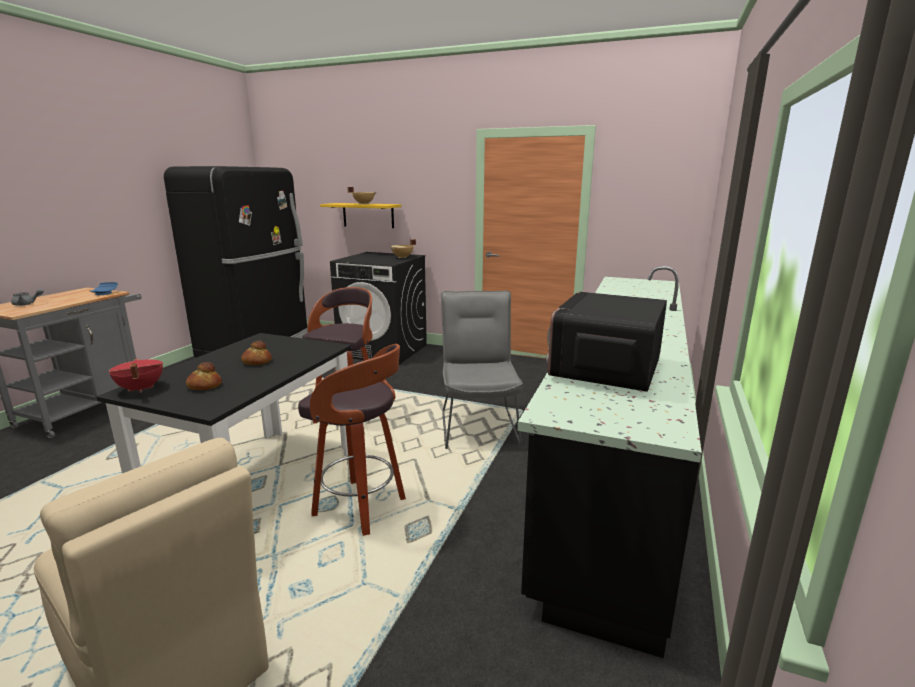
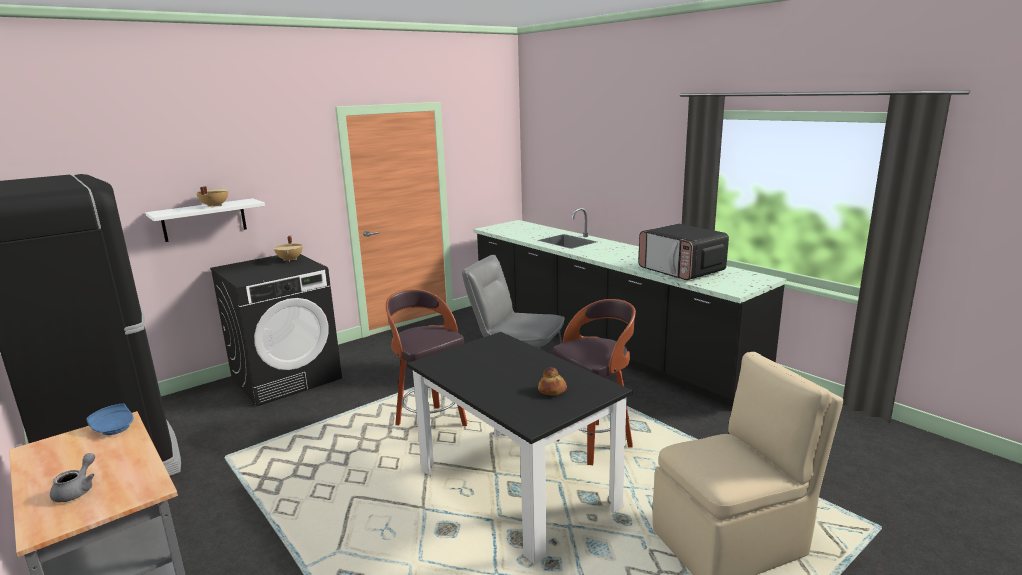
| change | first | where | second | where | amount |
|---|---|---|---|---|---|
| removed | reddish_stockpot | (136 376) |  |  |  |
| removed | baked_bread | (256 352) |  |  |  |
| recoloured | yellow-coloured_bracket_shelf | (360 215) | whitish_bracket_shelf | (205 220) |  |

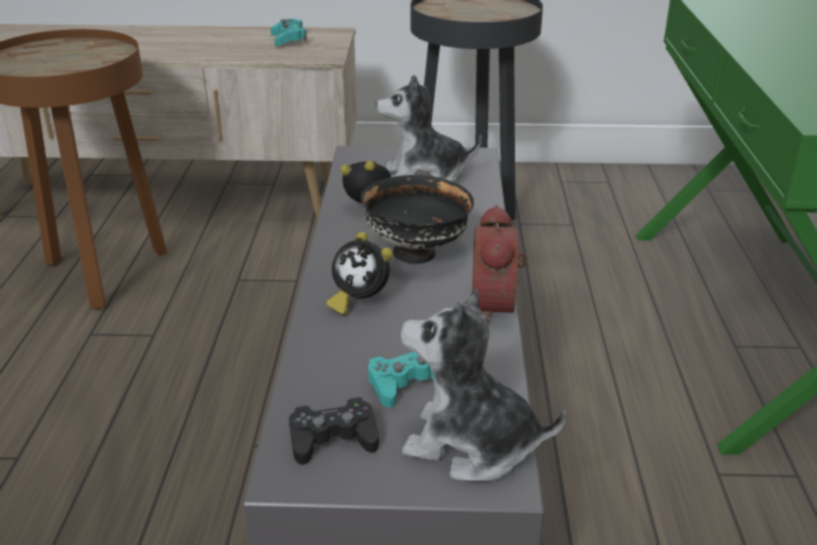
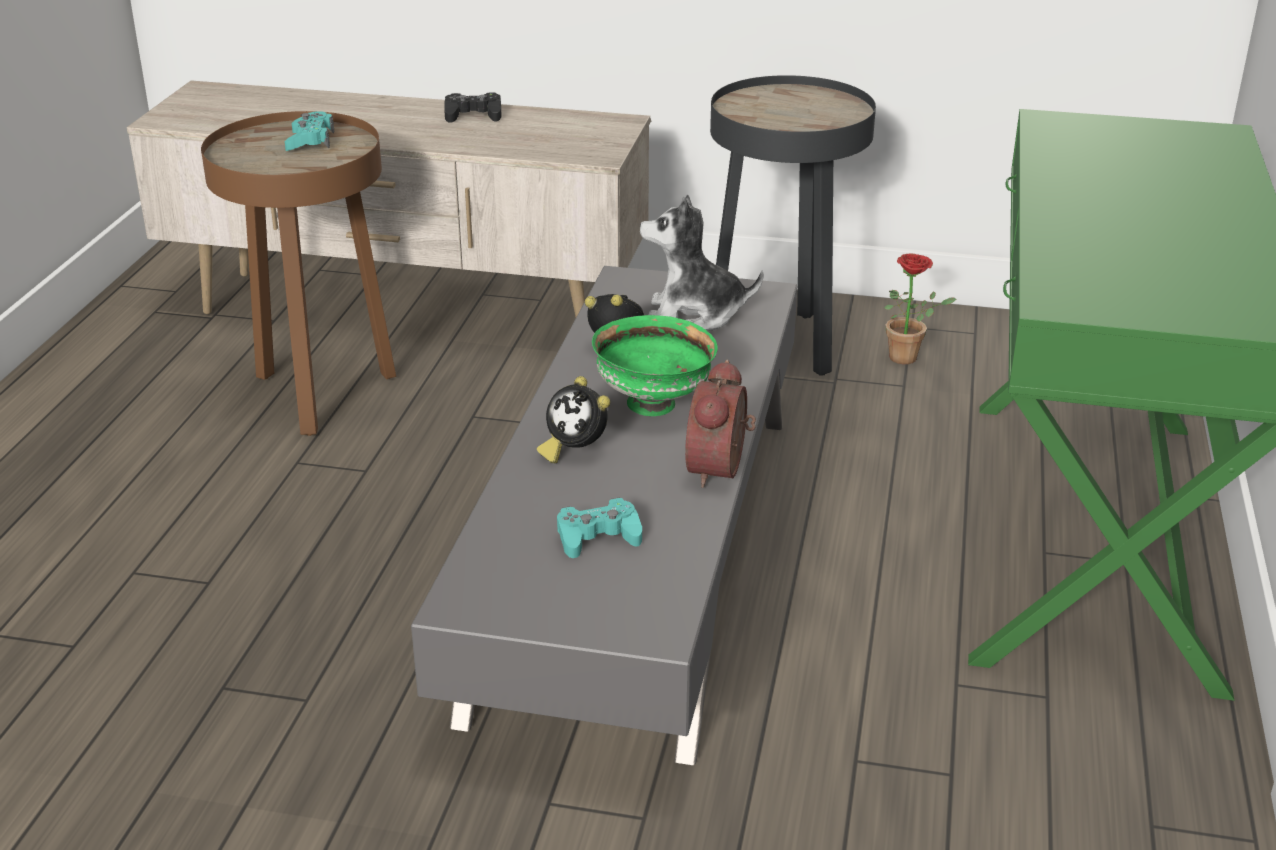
| change | first | where | second | where | amount |
|---|---|---|---|---|---|
| removed | soft_toy | (484 384) |  |  |  |
| added |  |  | plant_in_a_pot | (920 308) |  |
| moved | turquoise-coloured_joypad | (289 33) |  | (309 131) |  |
| moved | black-coloured_joypad | (334 431) |  | (473 108) |  |
| recoloured | black-coloured_serving_bowl | (417 219) | greenish_serving_bowl | (655 365) |  |

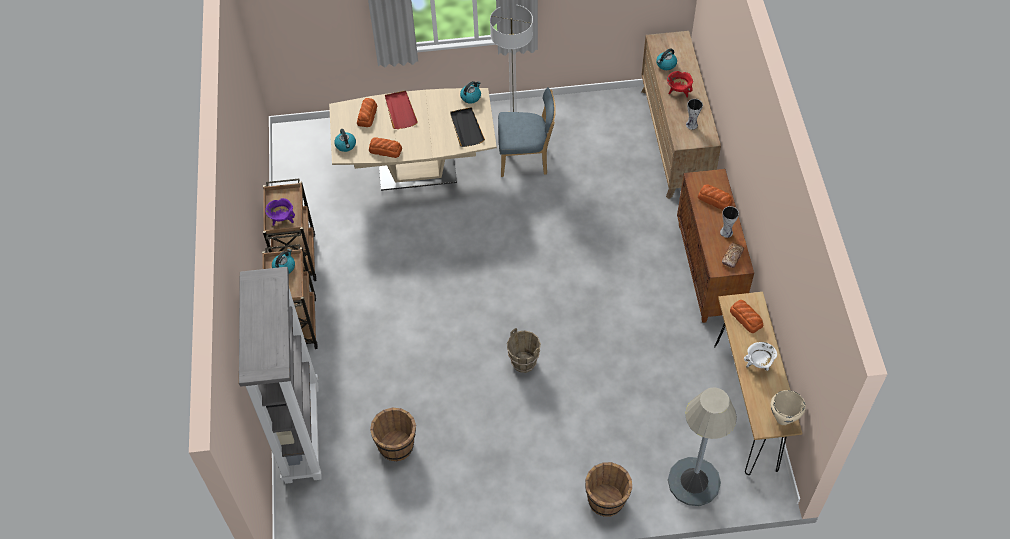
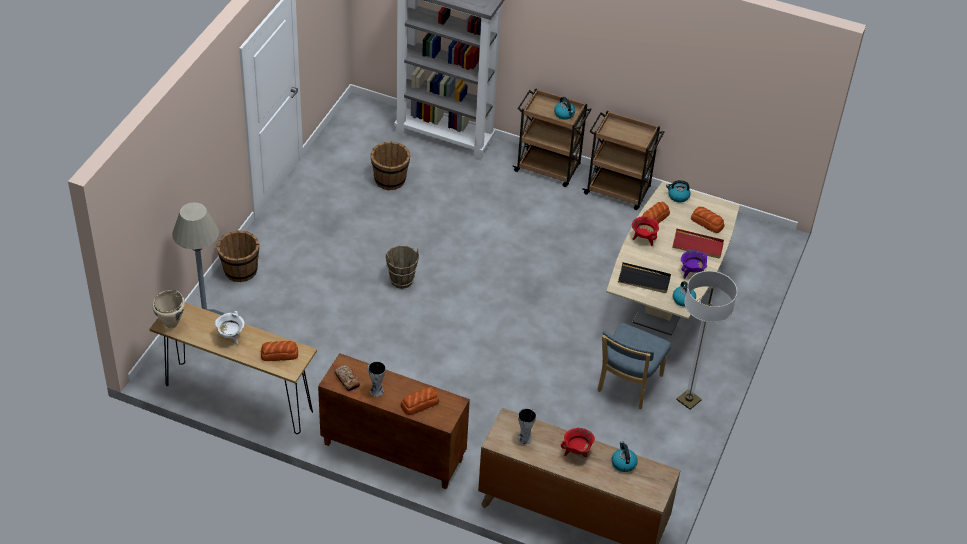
| change | first | where | second | where | amount |
|---|---|---|---|---|---|
| added |  |  | reddish_stockpot | (645 231) |  |
| moved | purple-coloured_stockpot | (280 212) |  | (694 264) |  |

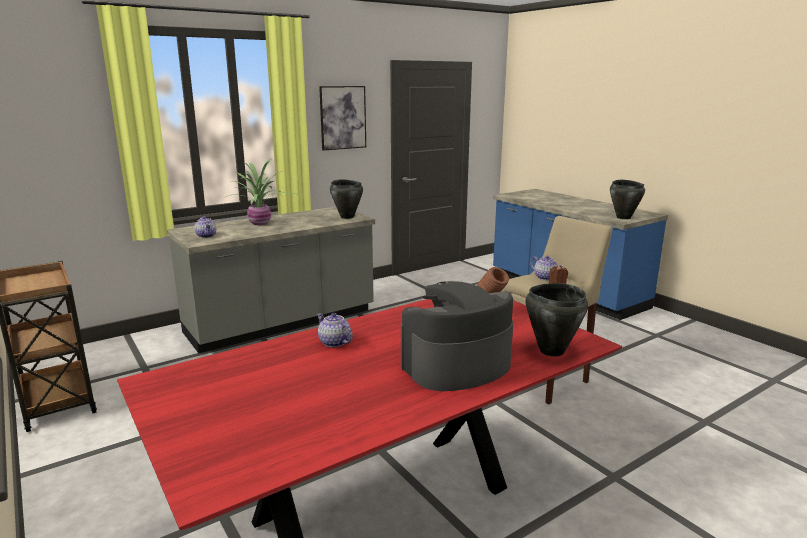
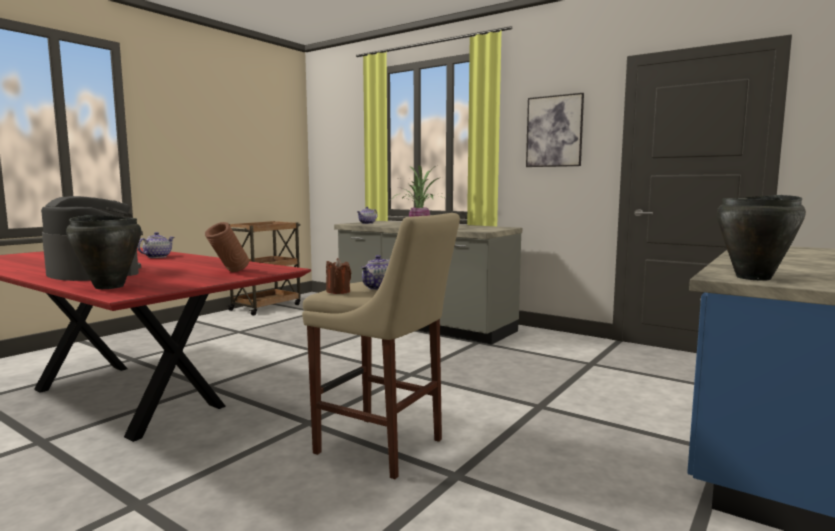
| change | first | where | second | where | amount |
|---|---|---|---|---|---|
| removed | black-coloured_stockpot | (346 199) |  |  |  |

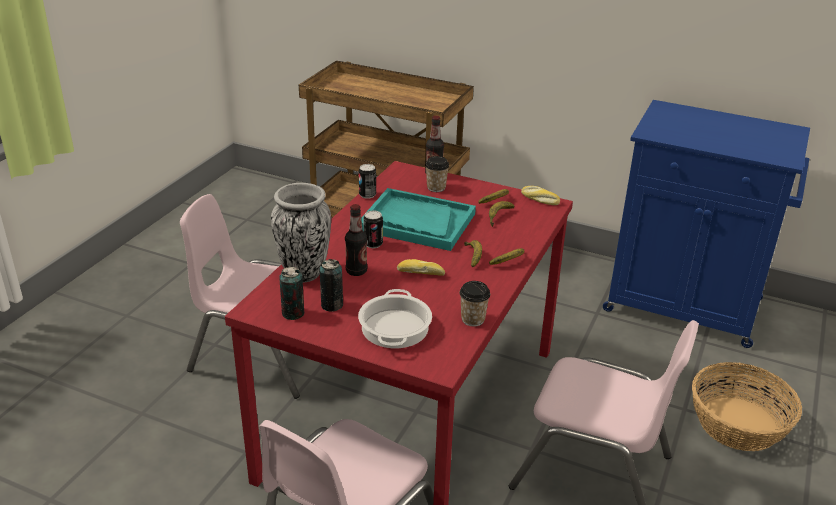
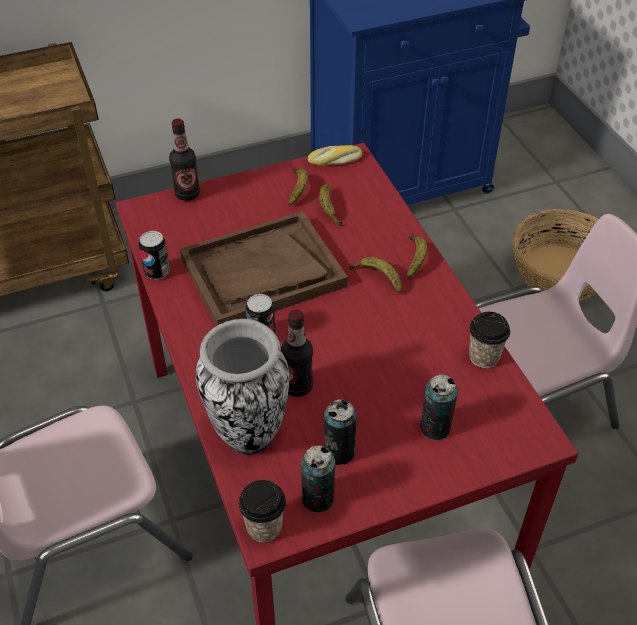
| change | first | where | second | where | amount |
|---|---|---|---|---|---|
| removed | baked_bread | (421 267) |  |  |  |
| moved | drinking_cup | (437 174) |  | (262 511) |  |
| replaced | stockpot | (395 318) | sealed_can | (439 407) |  |
| recoloured | turquoise-coloured_carrying_tray | (418 219) | brownish_carrying_tray | (264 268) |  |

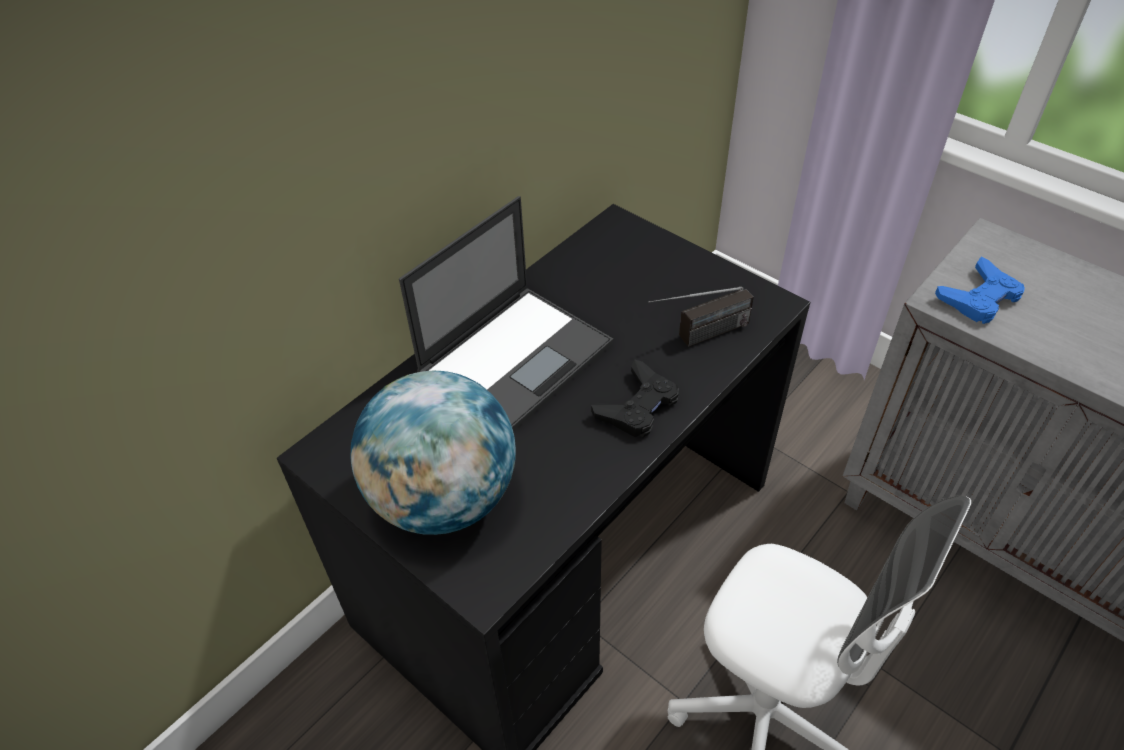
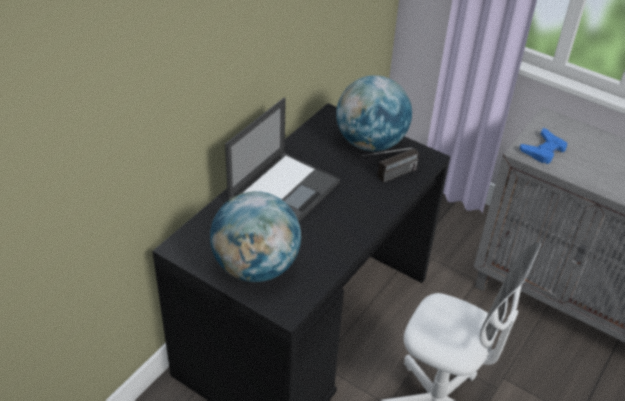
| change | first | where | second | where | amount |
|---|---|---|---|---|---|
| removed | black-coloured_joypad | (635 398) |  |  |  |
| added |  |  | globe | (374 113) |  |

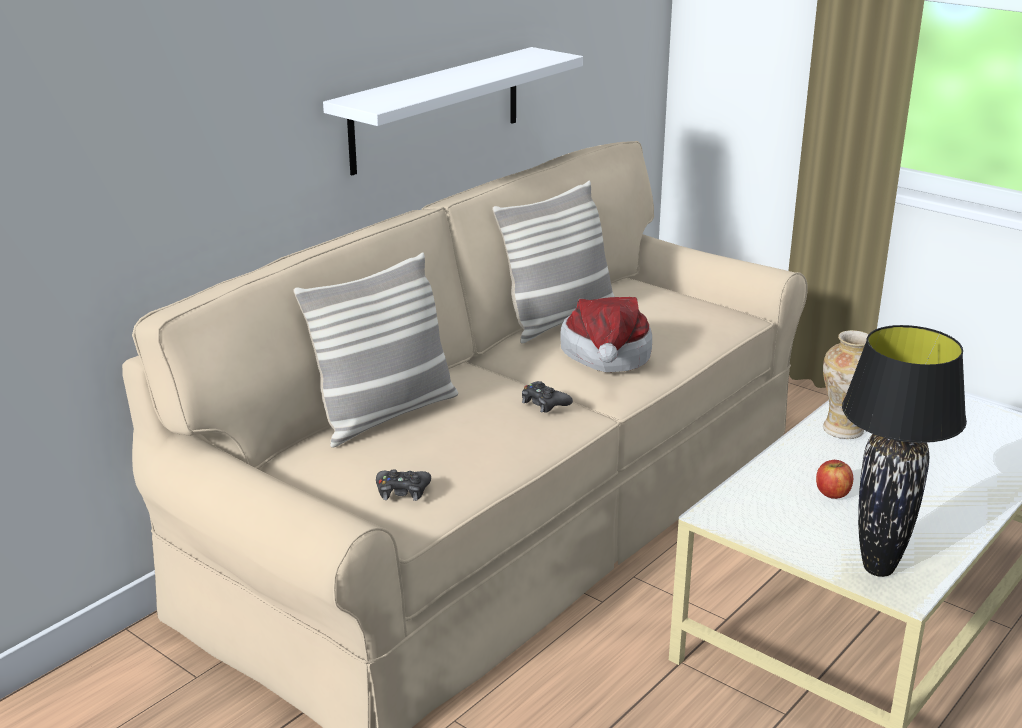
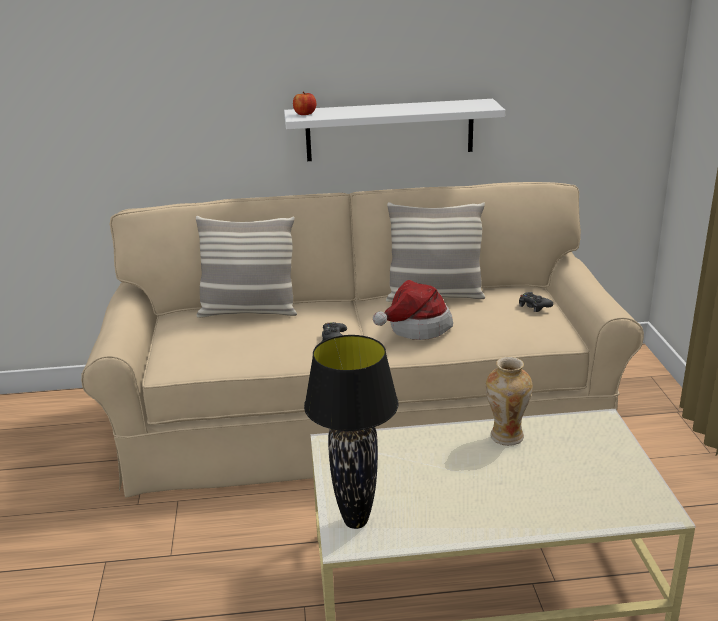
| change | first | where | second | where | amount |
|---|---|---|---|---|---|
| moved | black-coloured_joypad | (403 485) |  | (536 302) |  |
| moved | apple | (834 479) |  | (304 103) |  |

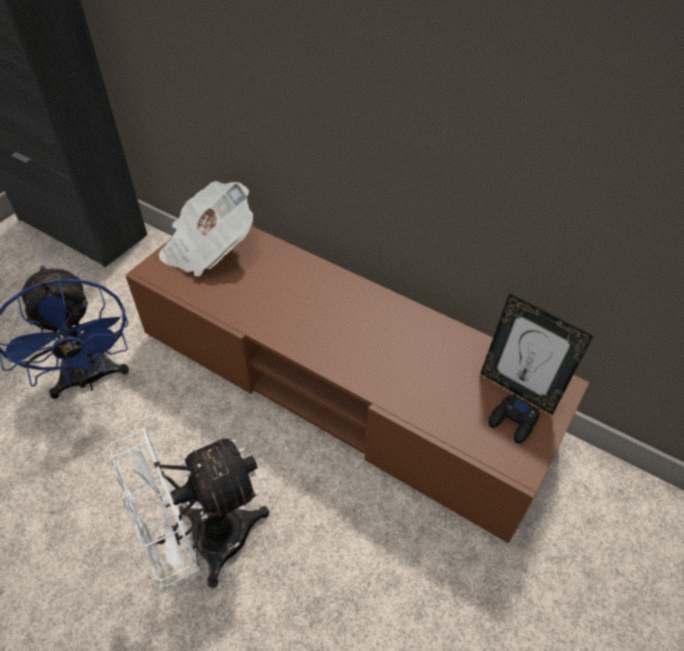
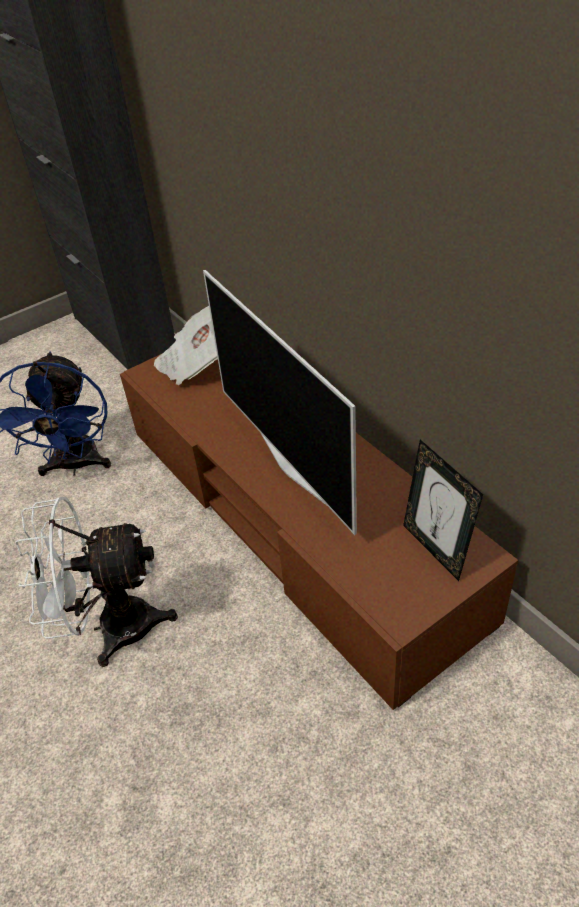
| change | first | where | second | where | amount |
|---|---|---|---|---|---|
| removed | black-coloured_joypad | (514 419) |  |  |  |
| added |  |  | TV_set | (280 402) |  |

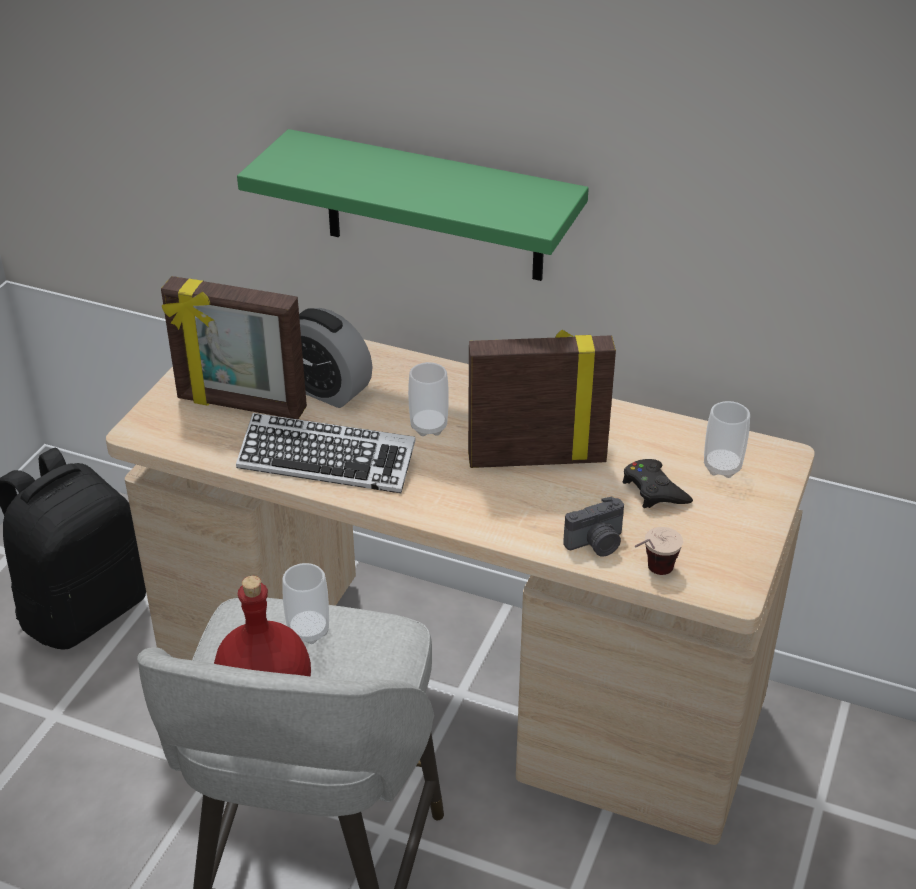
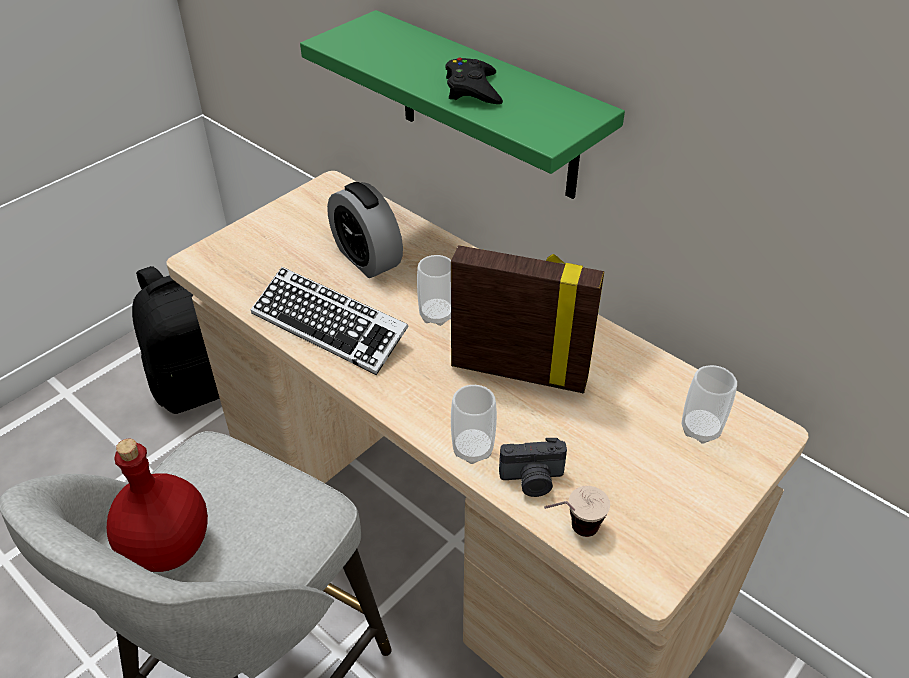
| change | first | where | second | where | amount |
|---|---|---|---|---|---|
| removed | standing_frame | (234 348) |  |  |  |
| moved | drinking_cup | (305 603) |  | (474 424) |  |
| moved | black-coloured_joypad | (657 483) |  | (474 80) |  |

